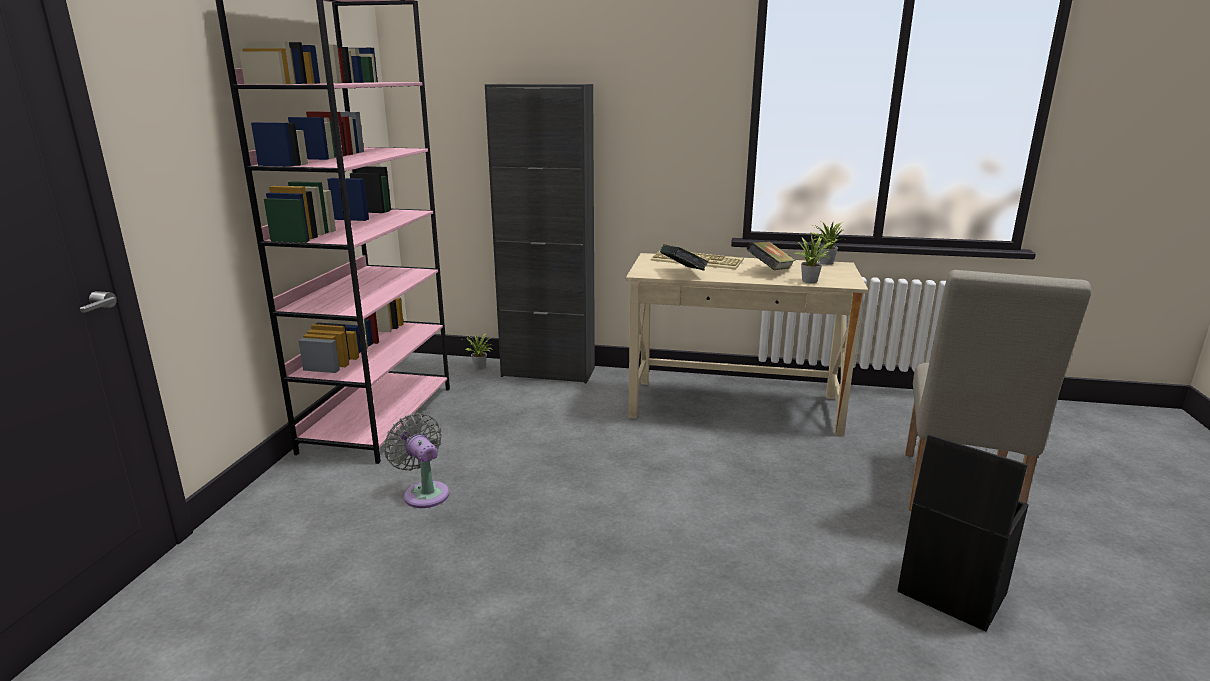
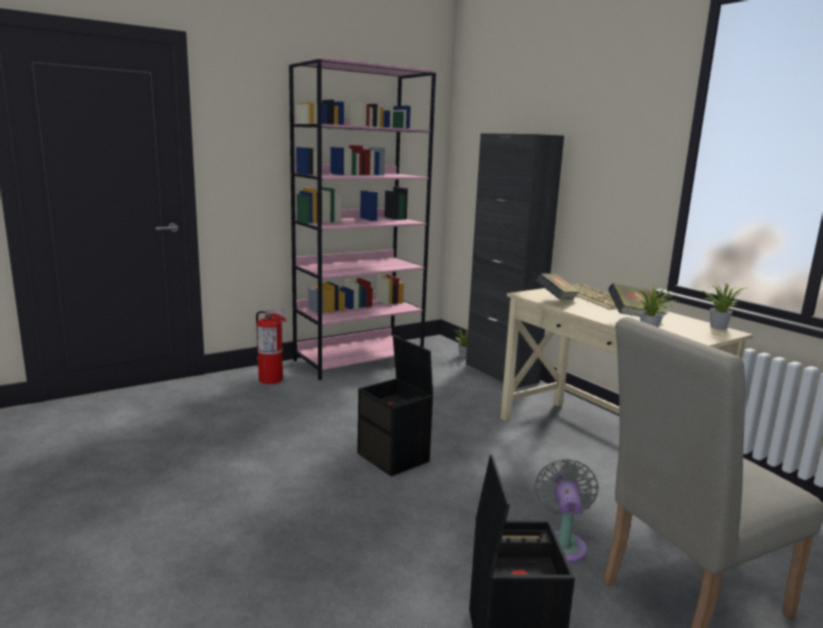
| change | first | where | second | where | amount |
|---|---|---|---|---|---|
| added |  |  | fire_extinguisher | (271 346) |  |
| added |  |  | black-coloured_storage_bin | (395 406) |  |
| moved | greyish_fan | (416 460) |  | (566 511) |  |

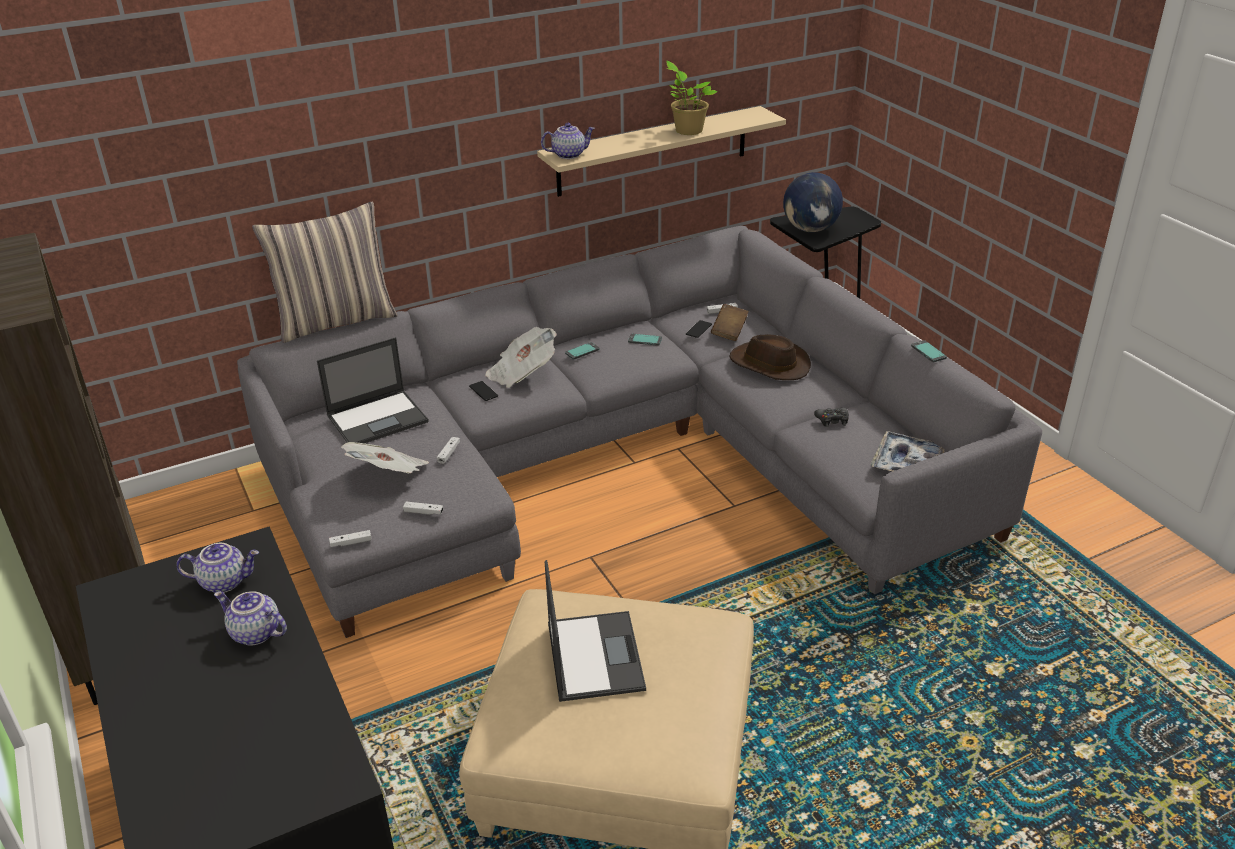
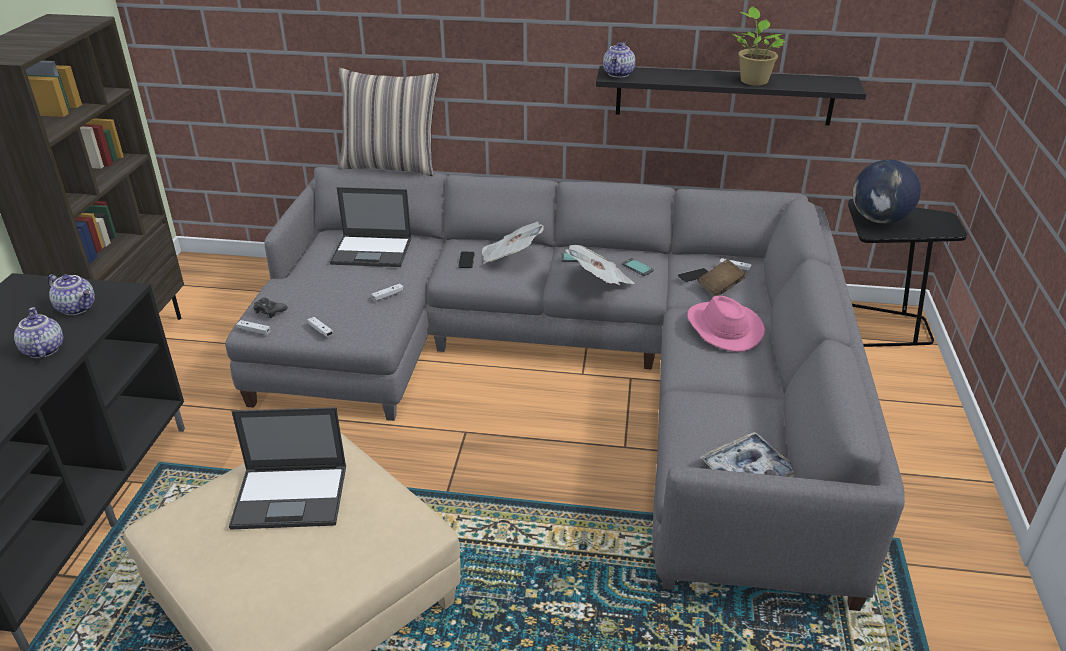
| change | first | where | second | where | amount |
|---|---|---|---|---|---|
| removed | telephone | (929 351) |  |  |  |
| moved | daily_paper | (385 457) |  | (600 265) |  |
| moved | black-coloured_joypad | (831 417) |  | (270 307) |  |
| recoloured | beige_bracket_shelf | (661 151) | black-coloured_bracket_shelf | (731 96) |  |
| recoloured | brownish_hat | (770 357) | pink_hat | (726 324) |  |
| turned | tea_pot | (568 141) |  | (619 60) | 90 degrees clockwise |
| turned | notebook_computer | (595 631) |  | (287 468) | 60 degrees clockwise |

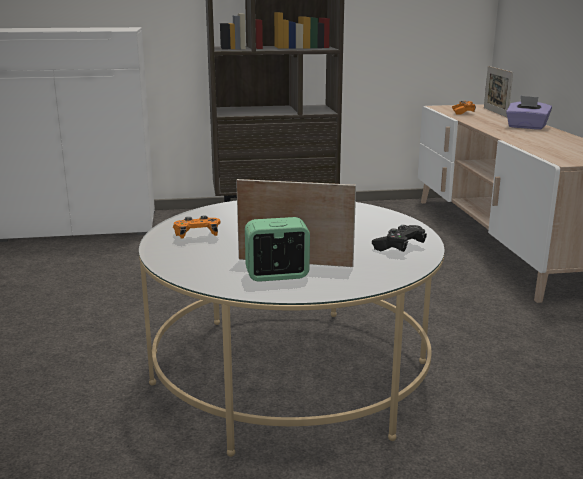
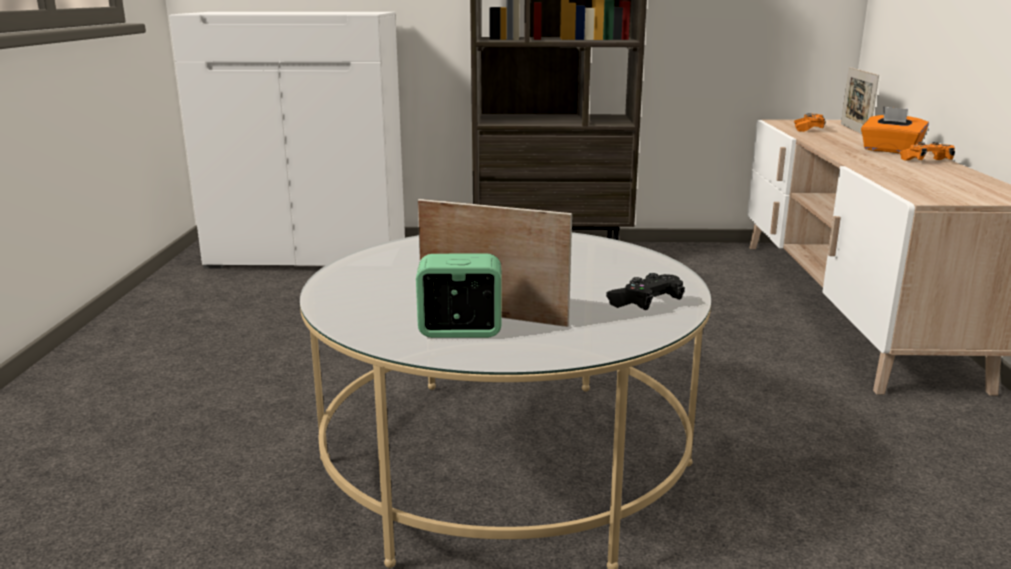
| change | first | where | second | where | amount |
|---|---|---|---|---|---|
| moved | orange-coloured_joypad | (197 227) |  | (927 151) |  |
| recoloured | purple-coloured_tissue_holder | (529 113) | orange-coloured_tissue_holder | (895 130) |  |

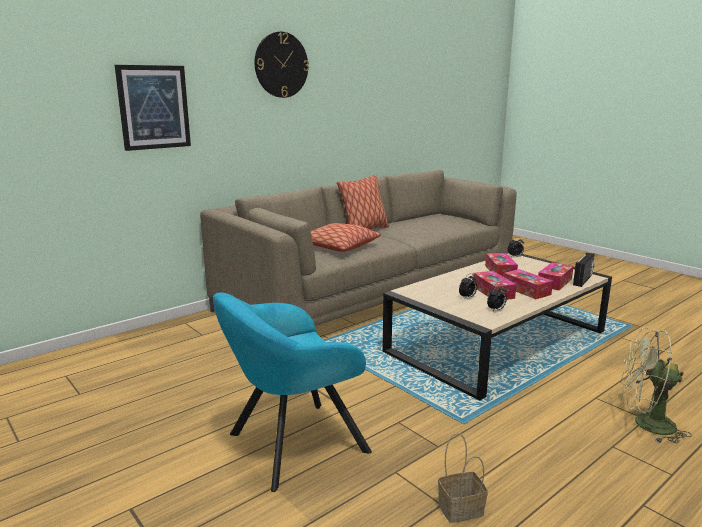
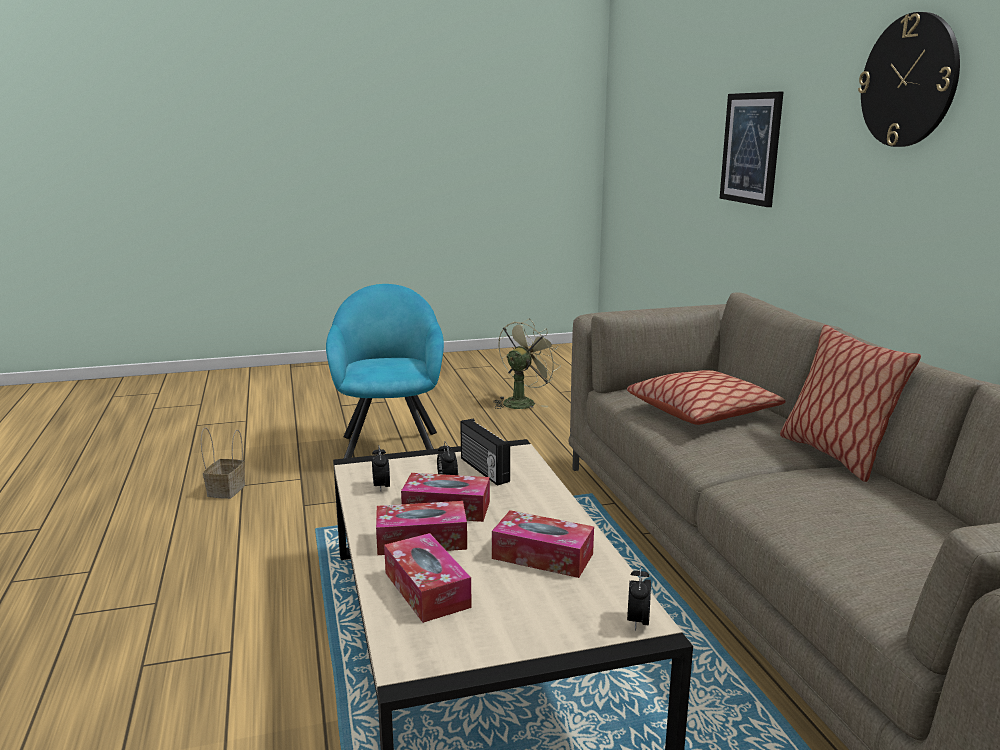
| change | first | where | second | where | amount |
|---|---|---|---|---|---|
| moved | radio_receiver | (584 270) |  | (485 452) |  |
| moved | greenish_fan | (656 385) |  | (527 364) |  |

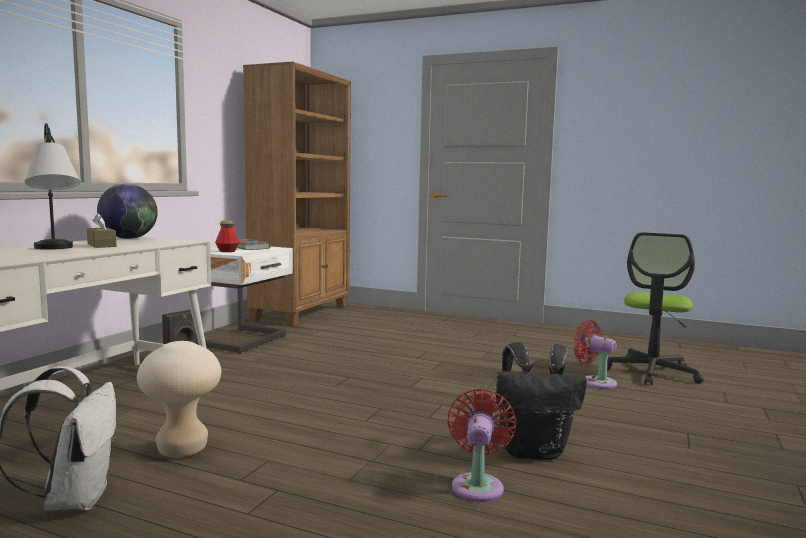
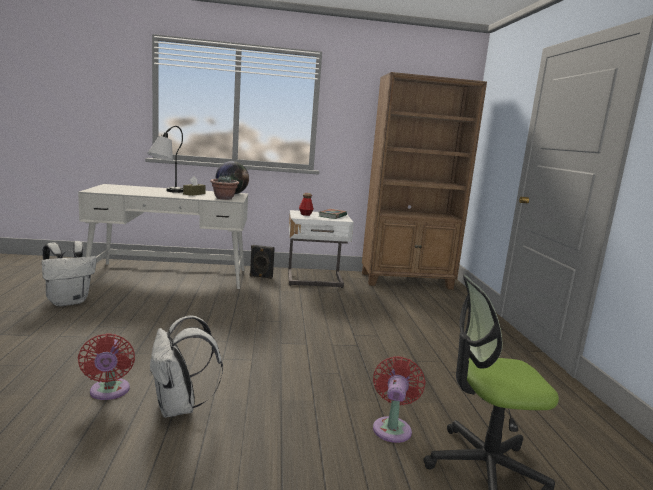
| change | first | where | second | where | amount |
|---|---|---|---|---|---|
| removed | beige_stool | (179 399) |  |  |  |
| added |  |  | plant_in_a_pot | (224 187) |  |
| recoloured | black-coloured_rucksack | (541 401) | whitish_rucksack | (186 366) |  |
| turned | reddish_fan | (482 445) |  | (106 366) | 90 degrees clockwise |

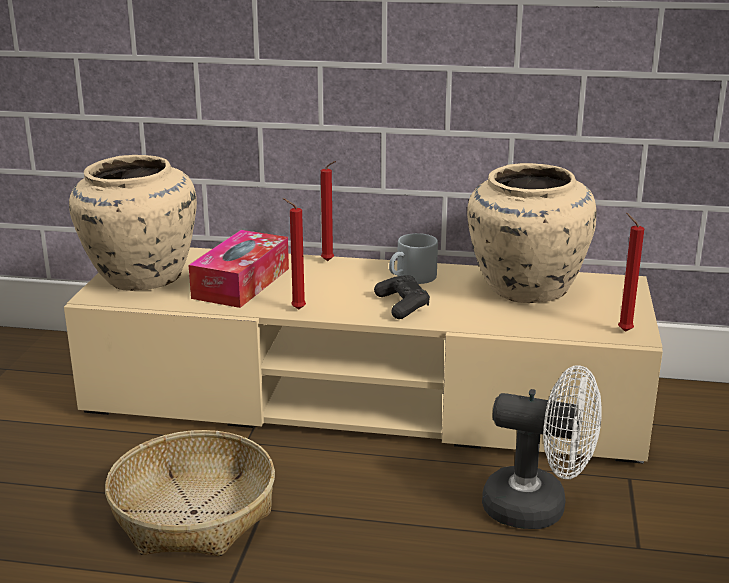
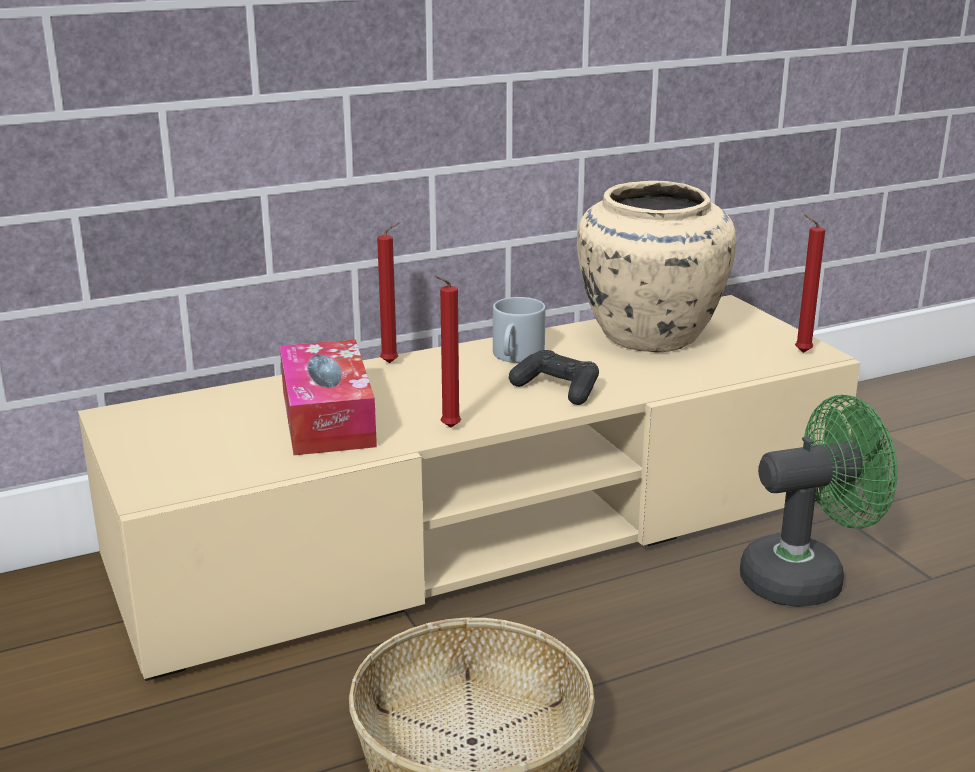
| change | first | where | second | where | amount |
|---|---|---|---|---|---|
| removed | beige_flower_vase | (133 223) |  |  |  |
| recoloured | whitish_fan | (542 447) | greenish_fan | (819 501) |  |

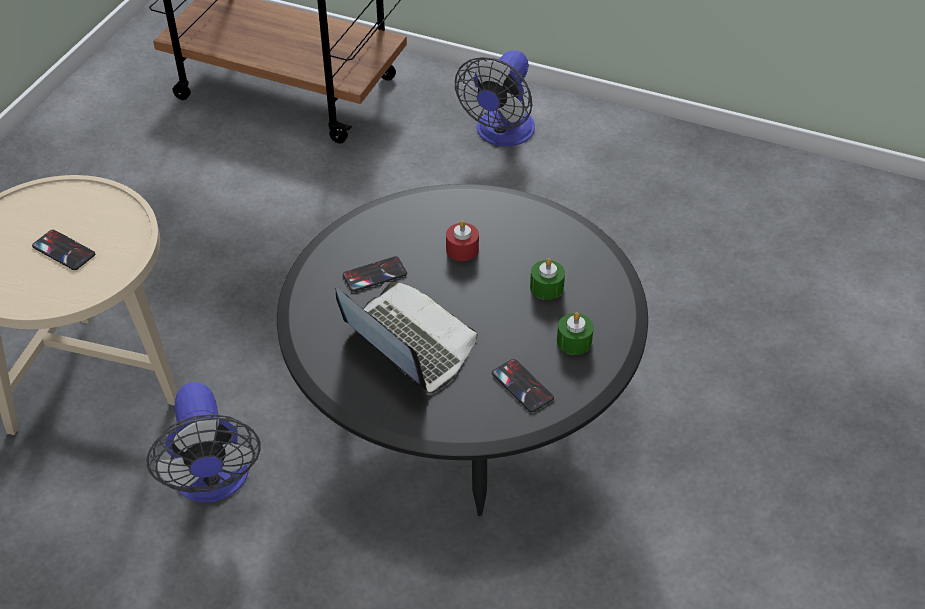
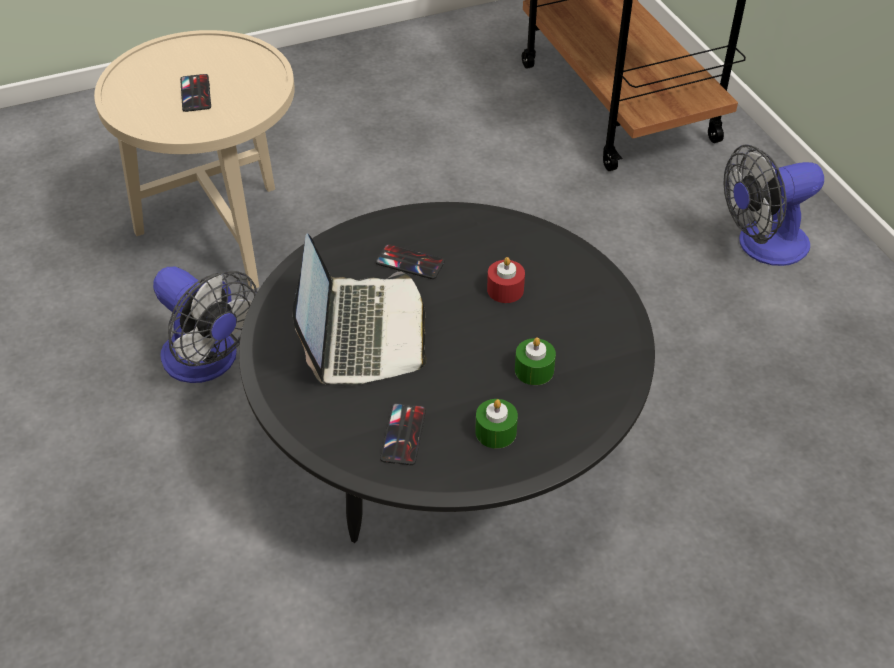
| change | first | where | second | where | amount |
|---|---|---|---|---|---|
| turned | fan | (203 442) |  | (205 325) | 75 degrees counterclockwise |

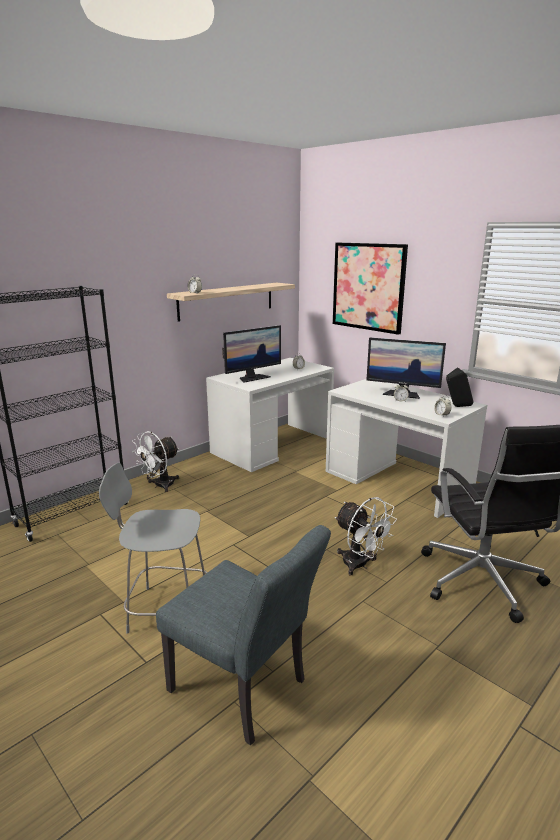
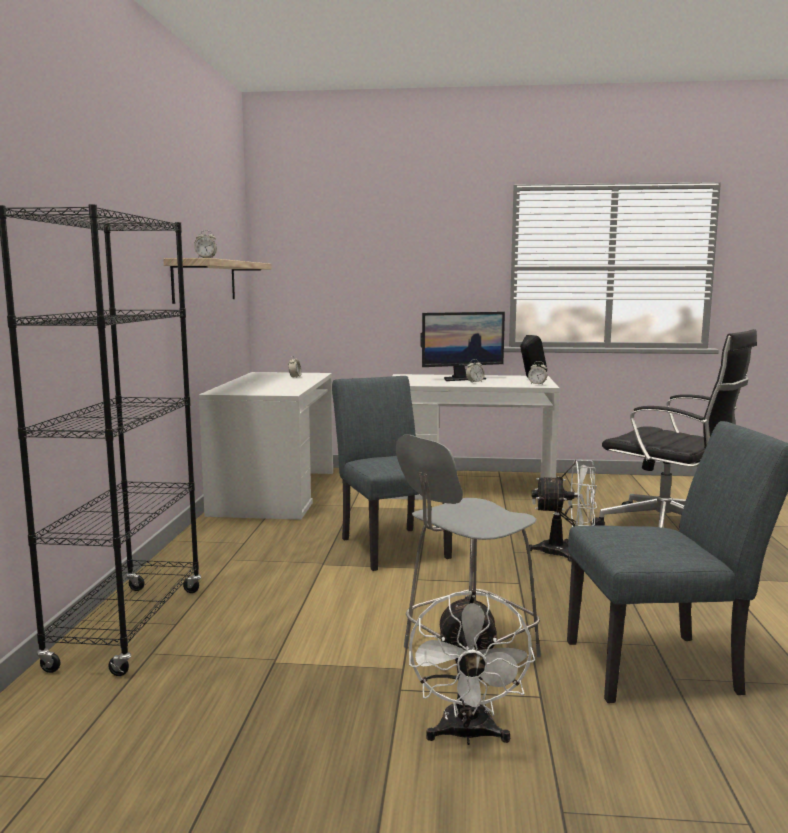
| change | first | where | second | where | amount |
|---|---|---|---|---|---|
| removed | computer_screen | (251 354) |  |  |  |
| removed | wall_picture | (370 289) |  |  |  |
| added |  |  | greyish_chair | (392 473) |  |
| moved | whitish_fan | (155 461) |  | (472 667) |  |

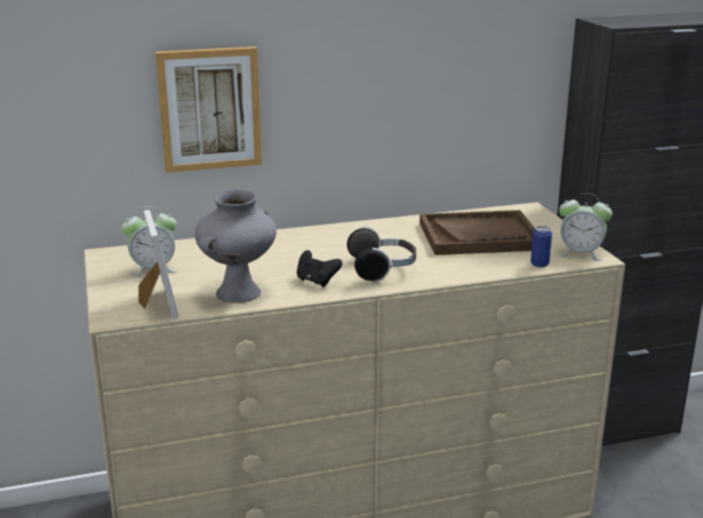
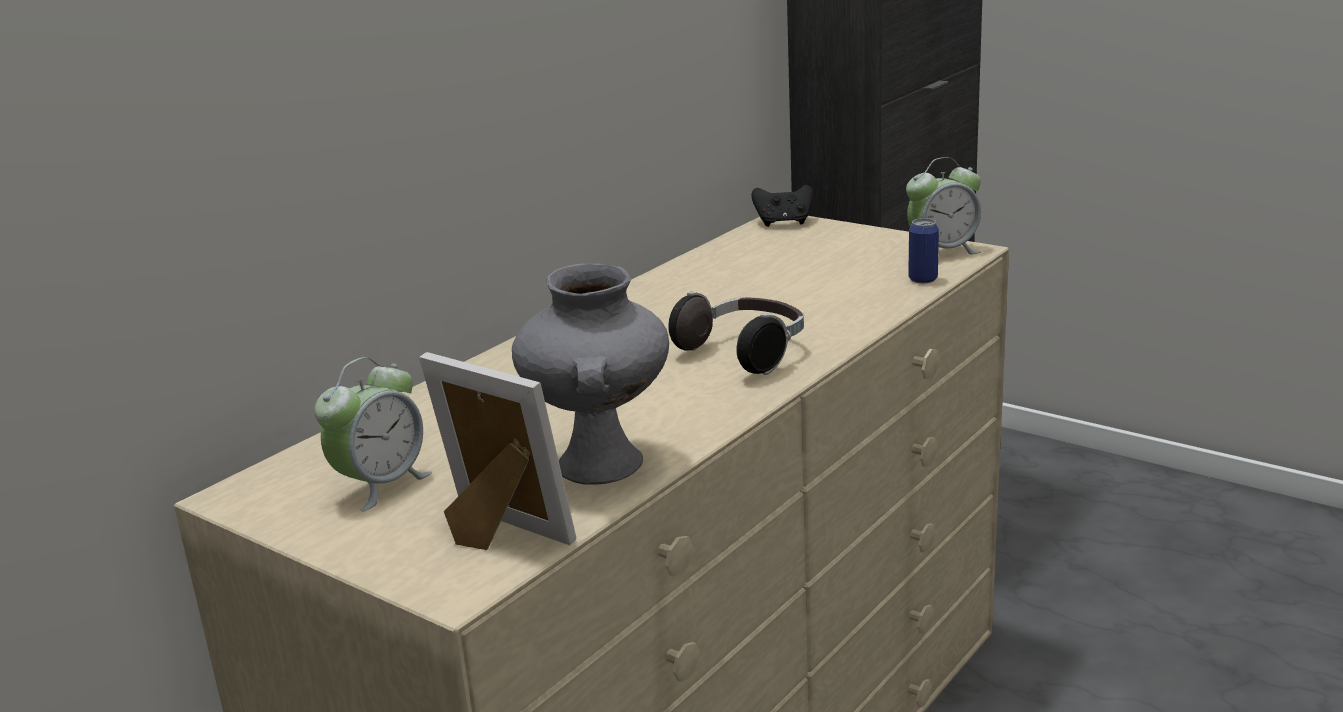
| change | first | where | second | where | amount |
|---|---|---|---|---|---|
| removed | wall_picture | (208 110) |  |  |  |
| removed | brownish_carrying_tray | (477 232) |  |  |  |
| moved | black-coloured_joypad | (319 268) |  | (782 206) |  |

